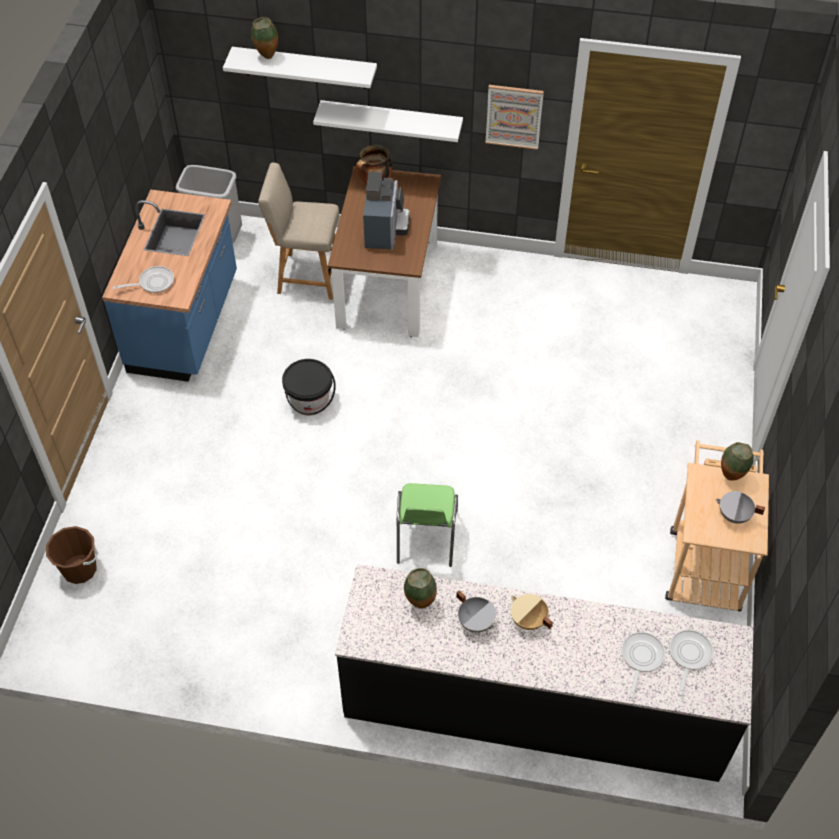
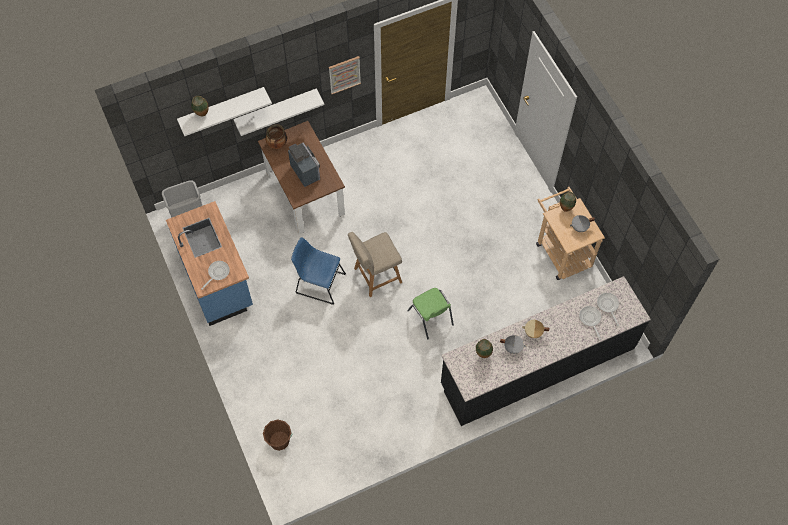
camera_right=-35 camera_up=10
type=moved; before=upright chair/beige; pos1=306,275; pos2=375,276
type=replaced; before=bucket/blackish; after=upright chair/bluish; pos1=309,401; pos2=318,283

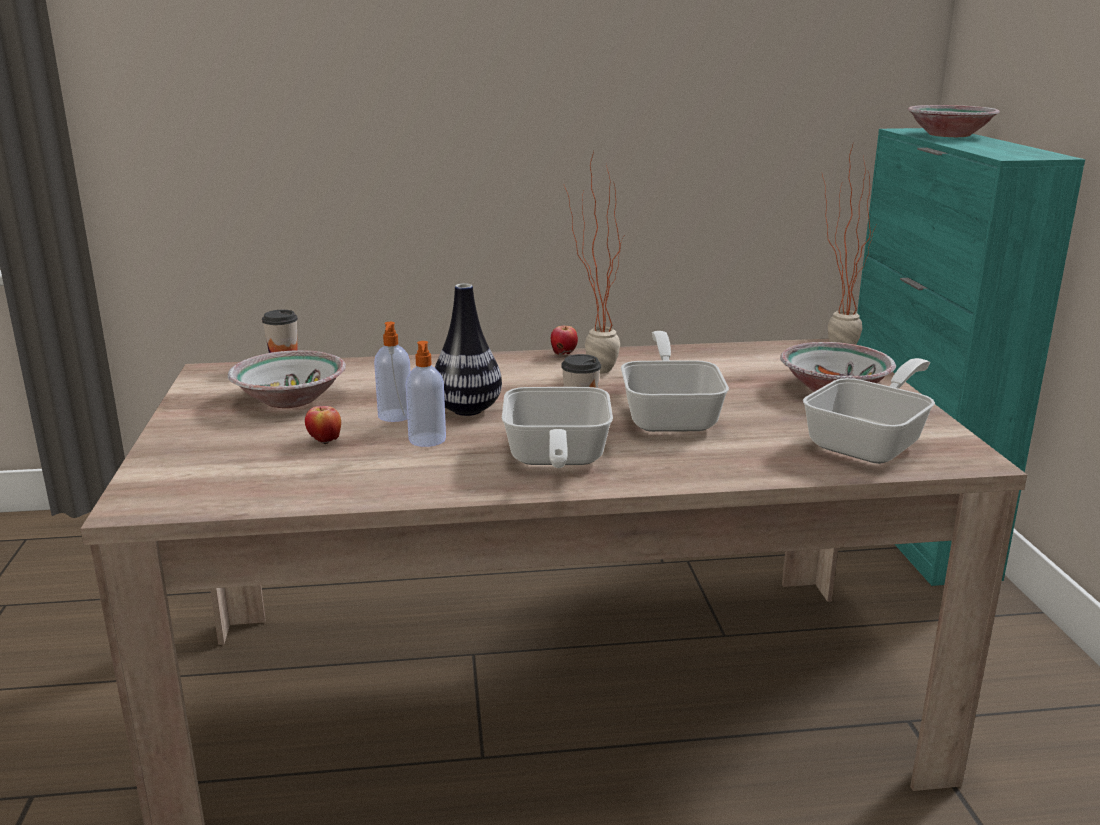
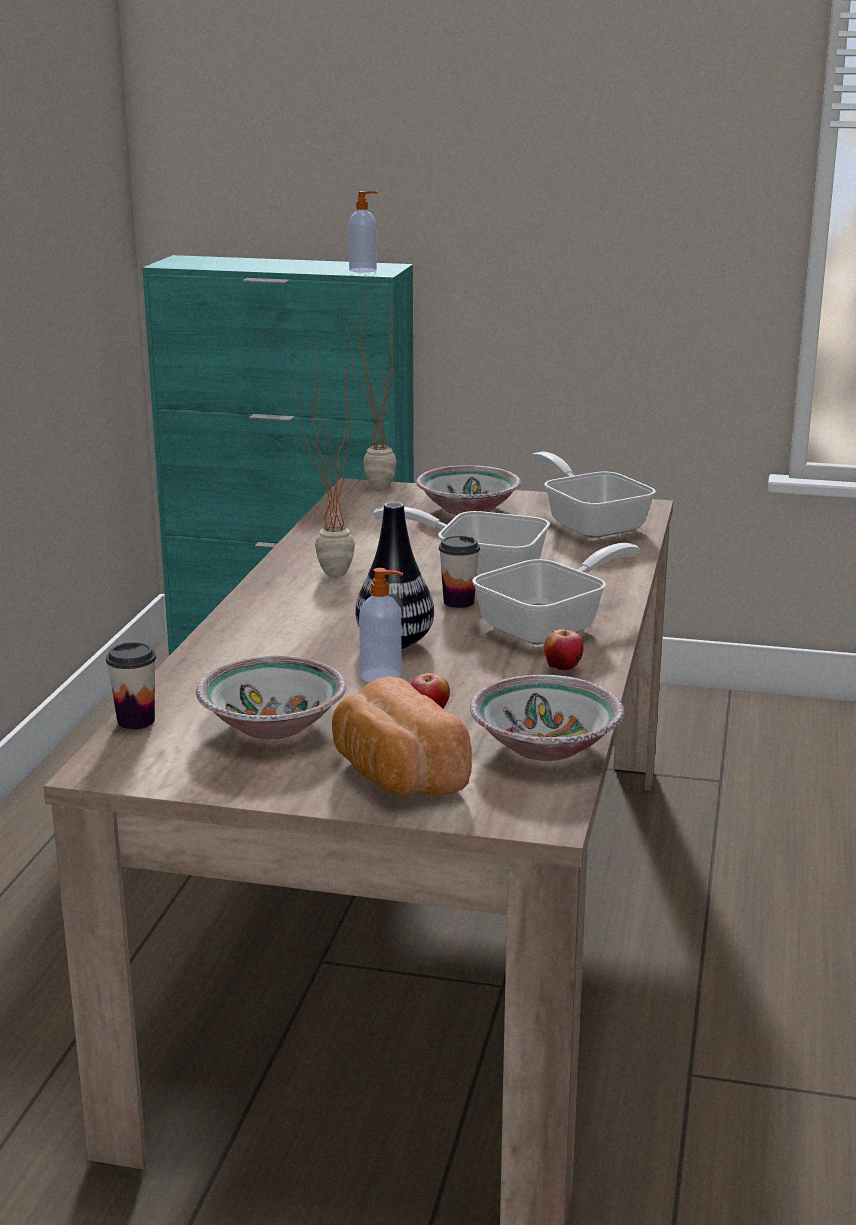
camera_right=-70 camera_up=0
type=moved; before=liquid soap bottle; pos1=427,440; pos2=364,270
type=turned; before=frying pan; pos1=555,460; pos2=551,625; turn=-60
type=moved; before=whole apple; pos1=564,354; pos2=563,668
type=moved; before=bowl; pos1=948,135; pos2=545,746
type=added; after=baked bread; pos2=394,775

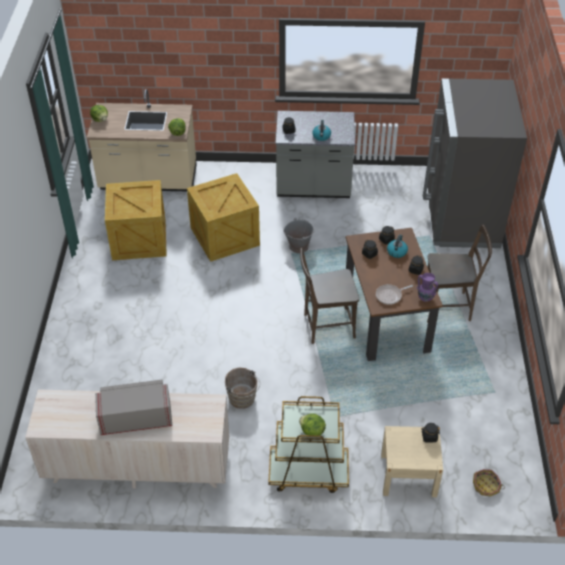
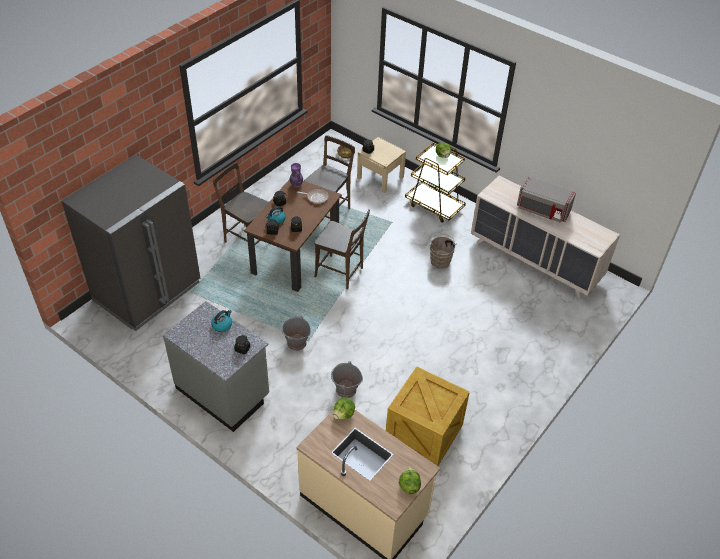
camera_right=-145 camera_up=0
type=replaced; before=crate; after=bucket/gray; pos1=225,235; pos2=346,390
type=added; after=upright chair/brown; pos2=329,211

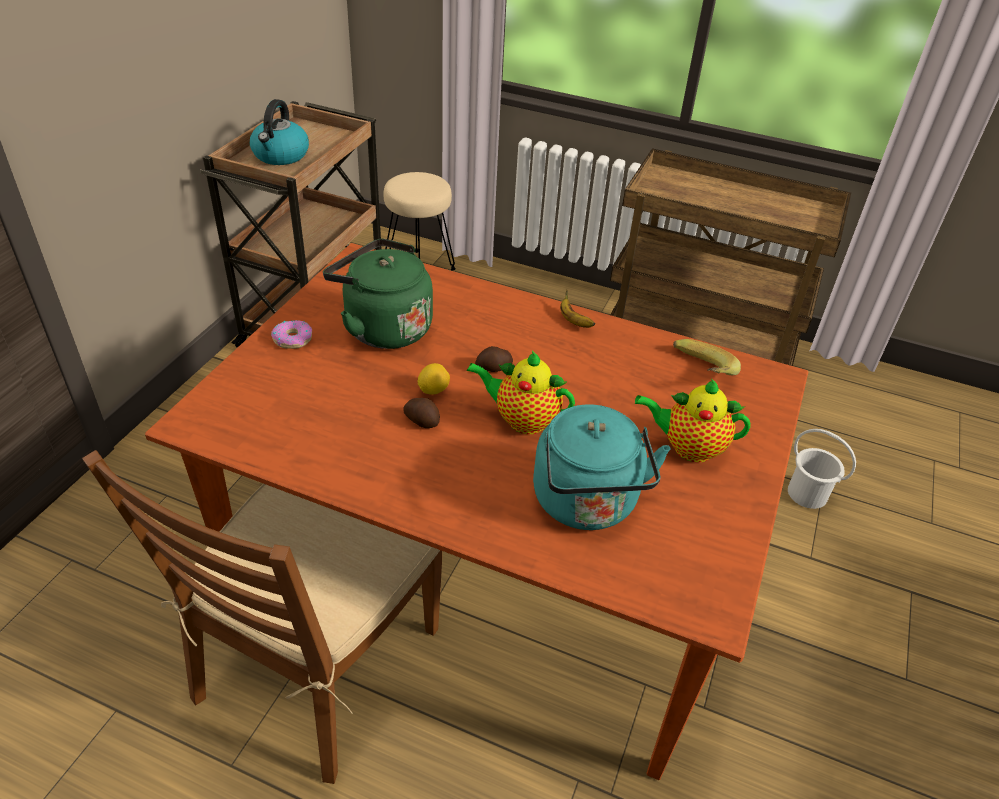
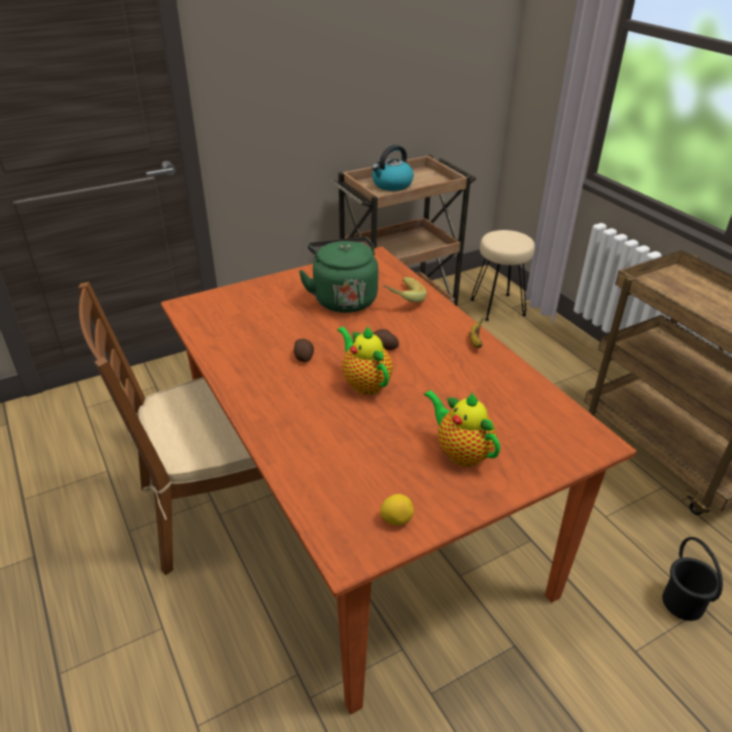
camera_right=40 camera_up=-5
type=removed; before=doughnut; pos1=293,339
type=moved; before=lemon; pos1=433,390; pos2=396,519
type=removed; before=tea kettle/blue-green; pos1=587,504
type=moved; before=banana fruit; pos1=699,374; pos2=401,299
type=recoloured; before=bucket/whitish; after=bucket/blackish; pos1=807,493; pos2=683,602

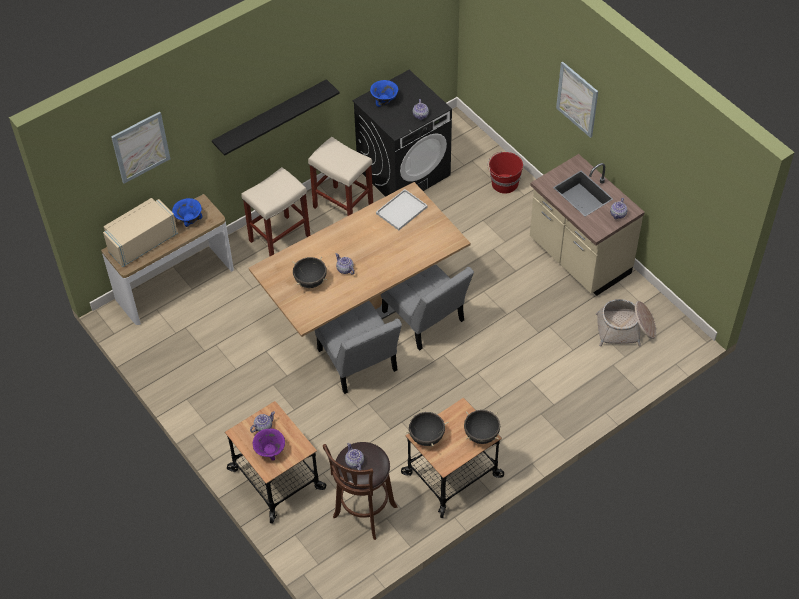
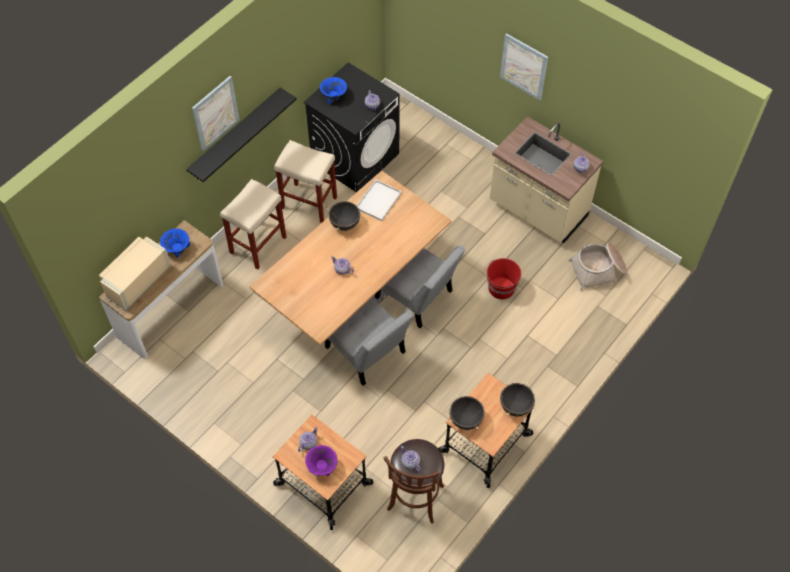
camera_right=-15 camera_up=5
type=moved; before=picture; pos1=140,147; pos2=215,113
type=moved; before=saucepot/blackish; pos1=310,281; pos2=344,224
type=moved; before=bucket/red; pos1=504,184; pos2=501,288

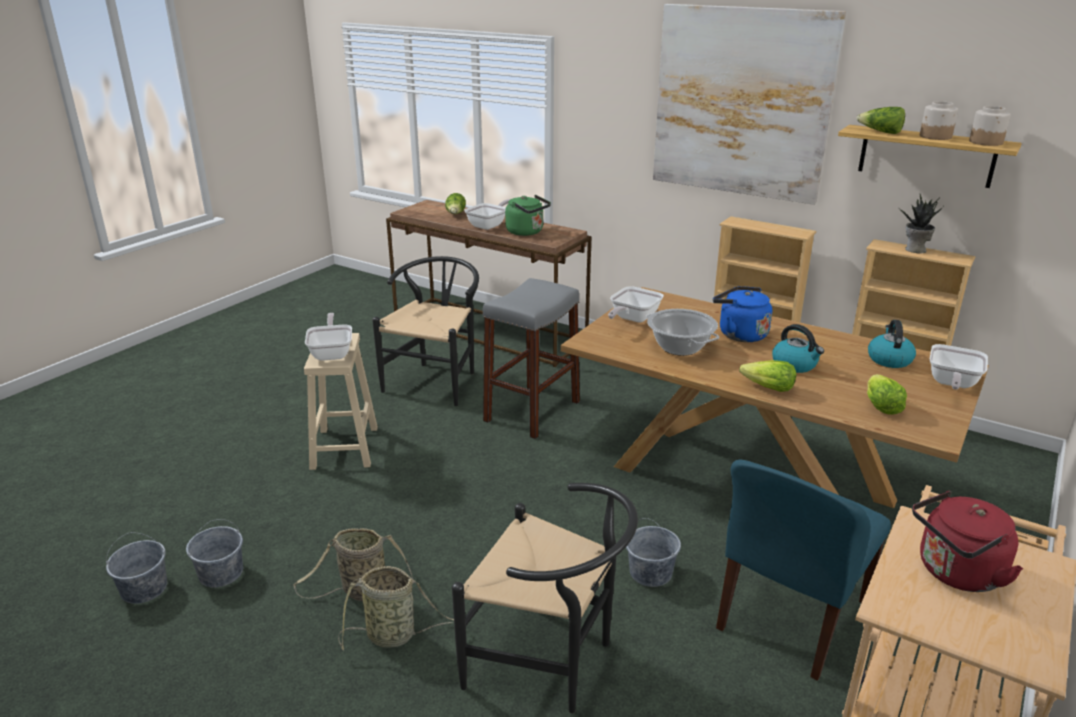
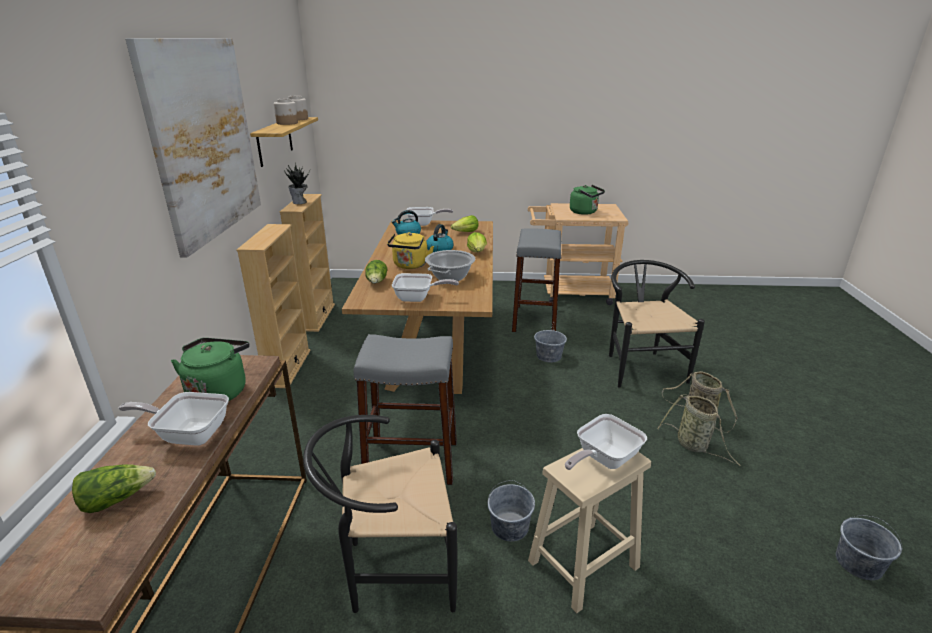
camera_right=-120 camera_up=0
type=moved; before=bucket/gray; pos1=221,573; pos2=509,526
type=recoloured; before=tea kettle/bluish; after=tea kettle/yellowish; pos1=739,334; pos2=410,266
type=replaced; before=upright chair/bluish; after=sitting stool/gray; pos1=790,617; pos2=534,320
type=moved; before=head of lettuce; pos1=880,132; pos2=377,282
type=recoloured; before=tea kettle/red; after=tea kettle/greenish; pos1=956,573; pos2=585,212

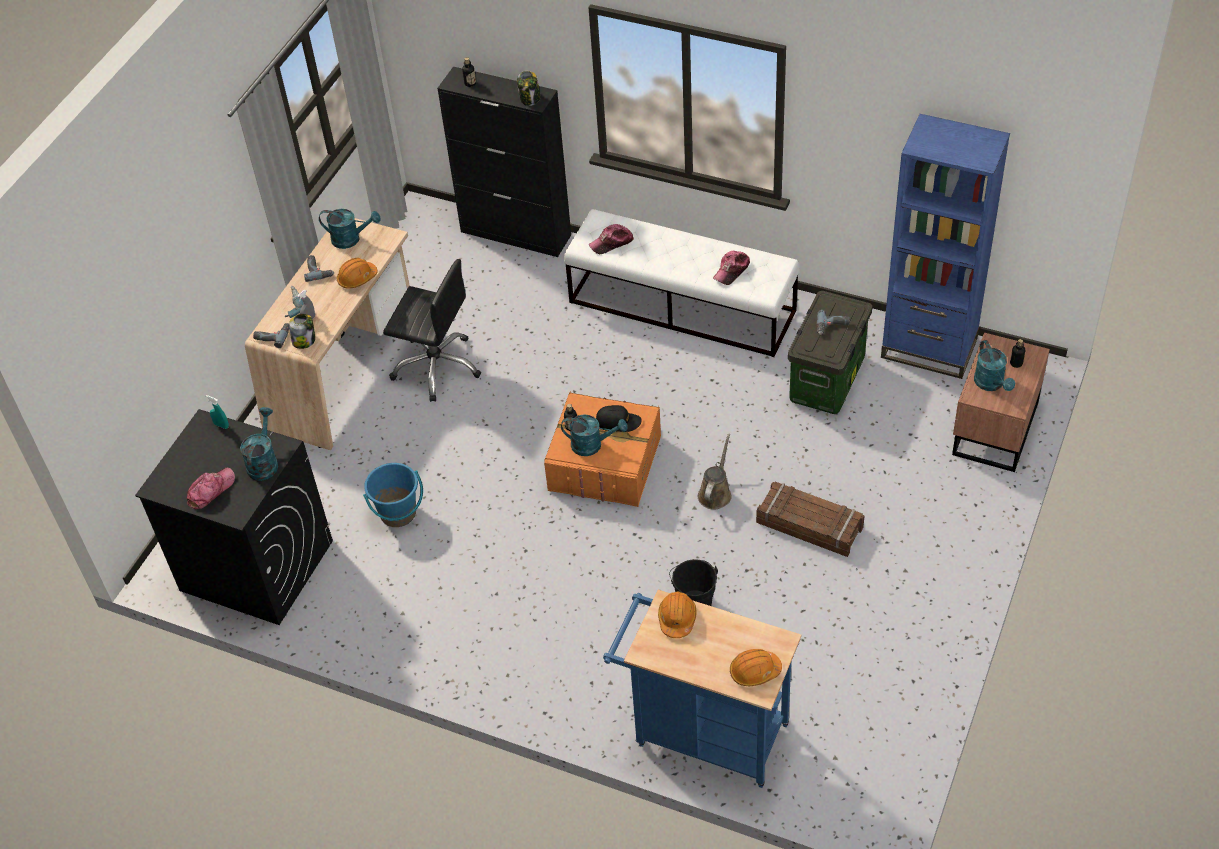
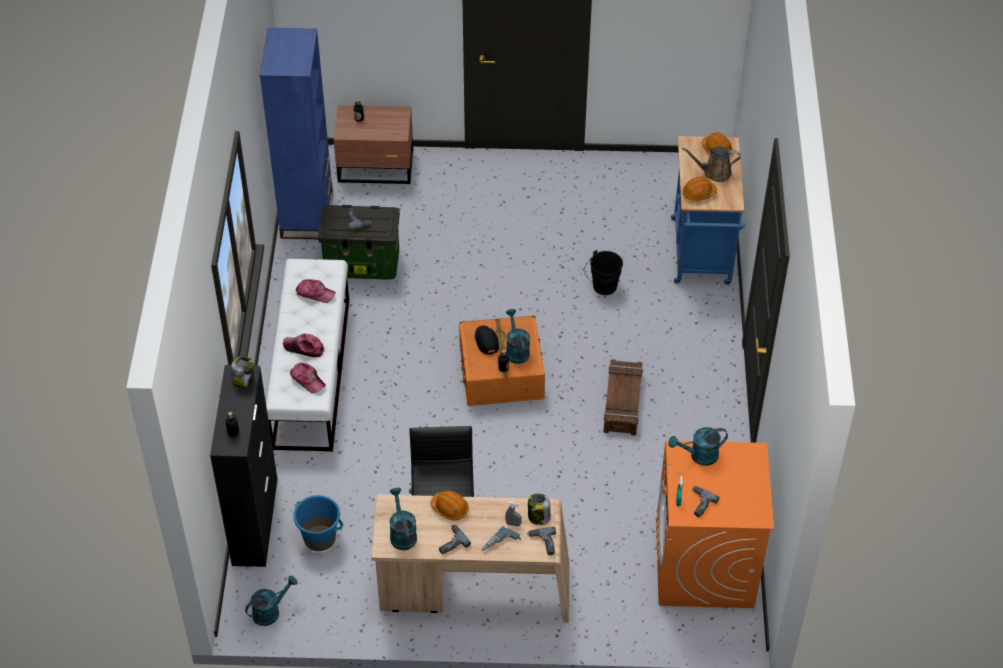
camera_right=-115 camera_up=0
type=recoloured; before=washing machine/blackish; after=washing machine/orange; pos1=255,565; pos2=704,565
type=moved; before=peaked cap; pos1=211,490; pos2=304,348
type=moved; before=bucket/bluish; pos1=398,513; pos2=320,538
type=moved; before=watering can/brown; pos1=715,493; pos2=714,172
type=moved; before=crate; pos1=809,525; pos2=622,402
type=moved; before=watering can/blue-green; pos1=991,384; pos2=270,611
type=added; after=drill; pos2=699,503

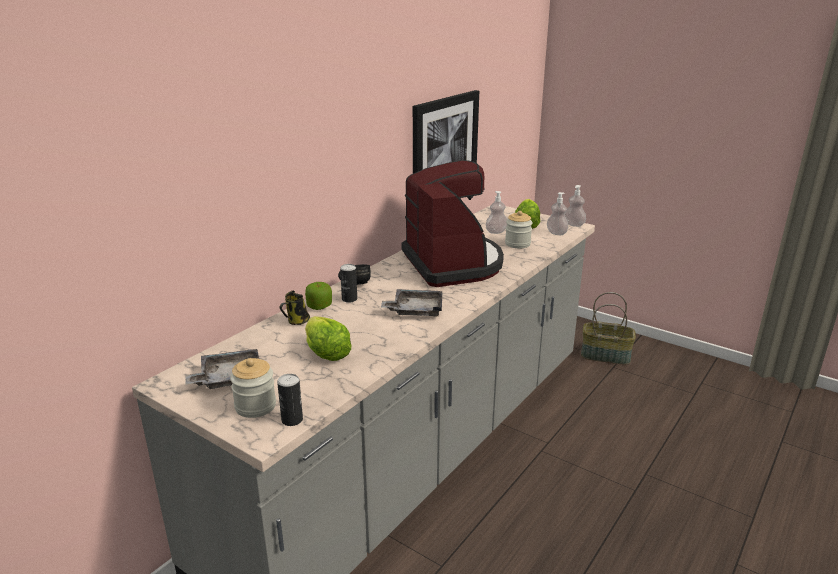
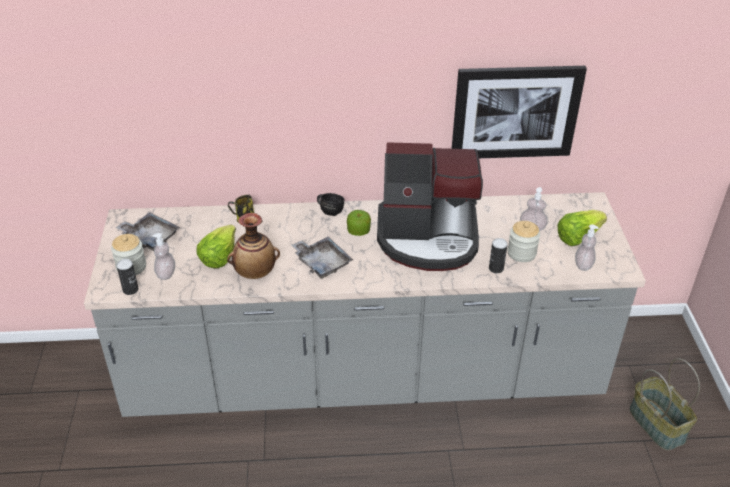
camera_right=50 camera_up=15
type=moved; before=whole apple; pos1=319,306; pos2=358,231
type=moved; before=metal can; pos1=349,299; pos2=496,268
type=turned; before=coffee brewer; pos1=453,264; pos2=428,238; turn=60
type=moved; before=liquid soap bottle; pos1=574,225; pos2=166,274
type=added; after=vase; pos2=255,273

